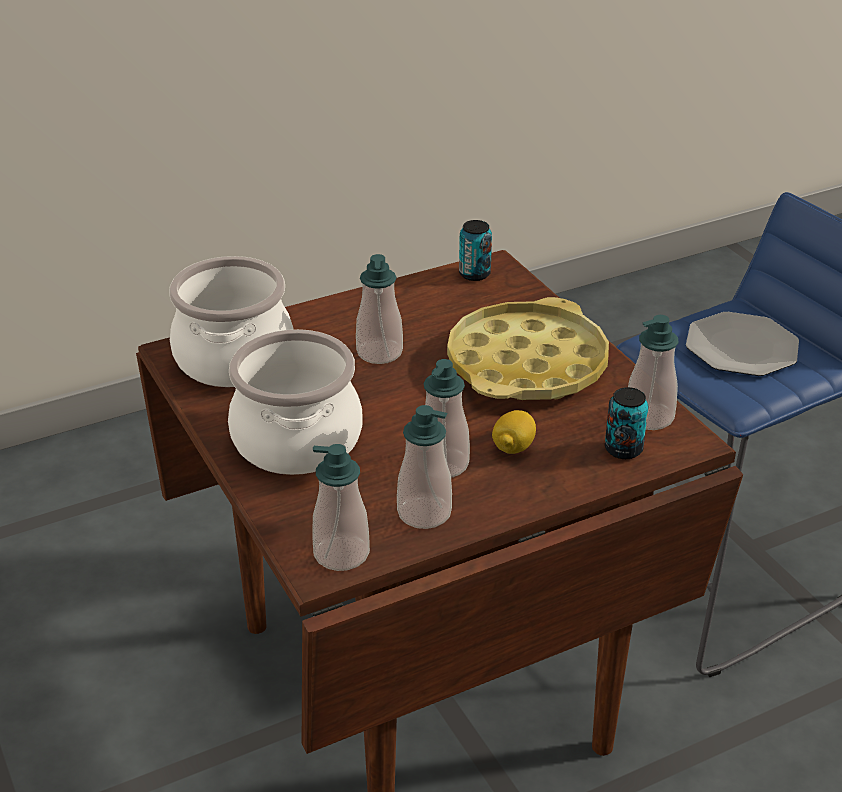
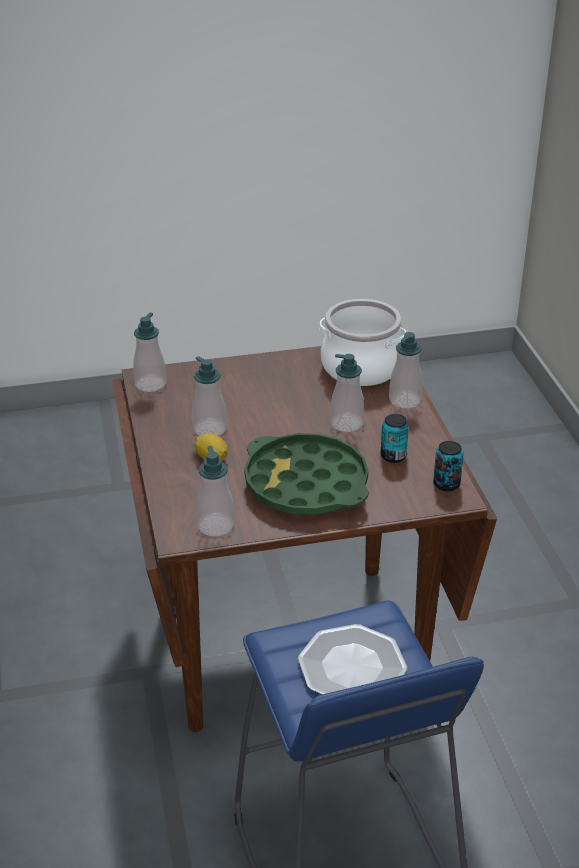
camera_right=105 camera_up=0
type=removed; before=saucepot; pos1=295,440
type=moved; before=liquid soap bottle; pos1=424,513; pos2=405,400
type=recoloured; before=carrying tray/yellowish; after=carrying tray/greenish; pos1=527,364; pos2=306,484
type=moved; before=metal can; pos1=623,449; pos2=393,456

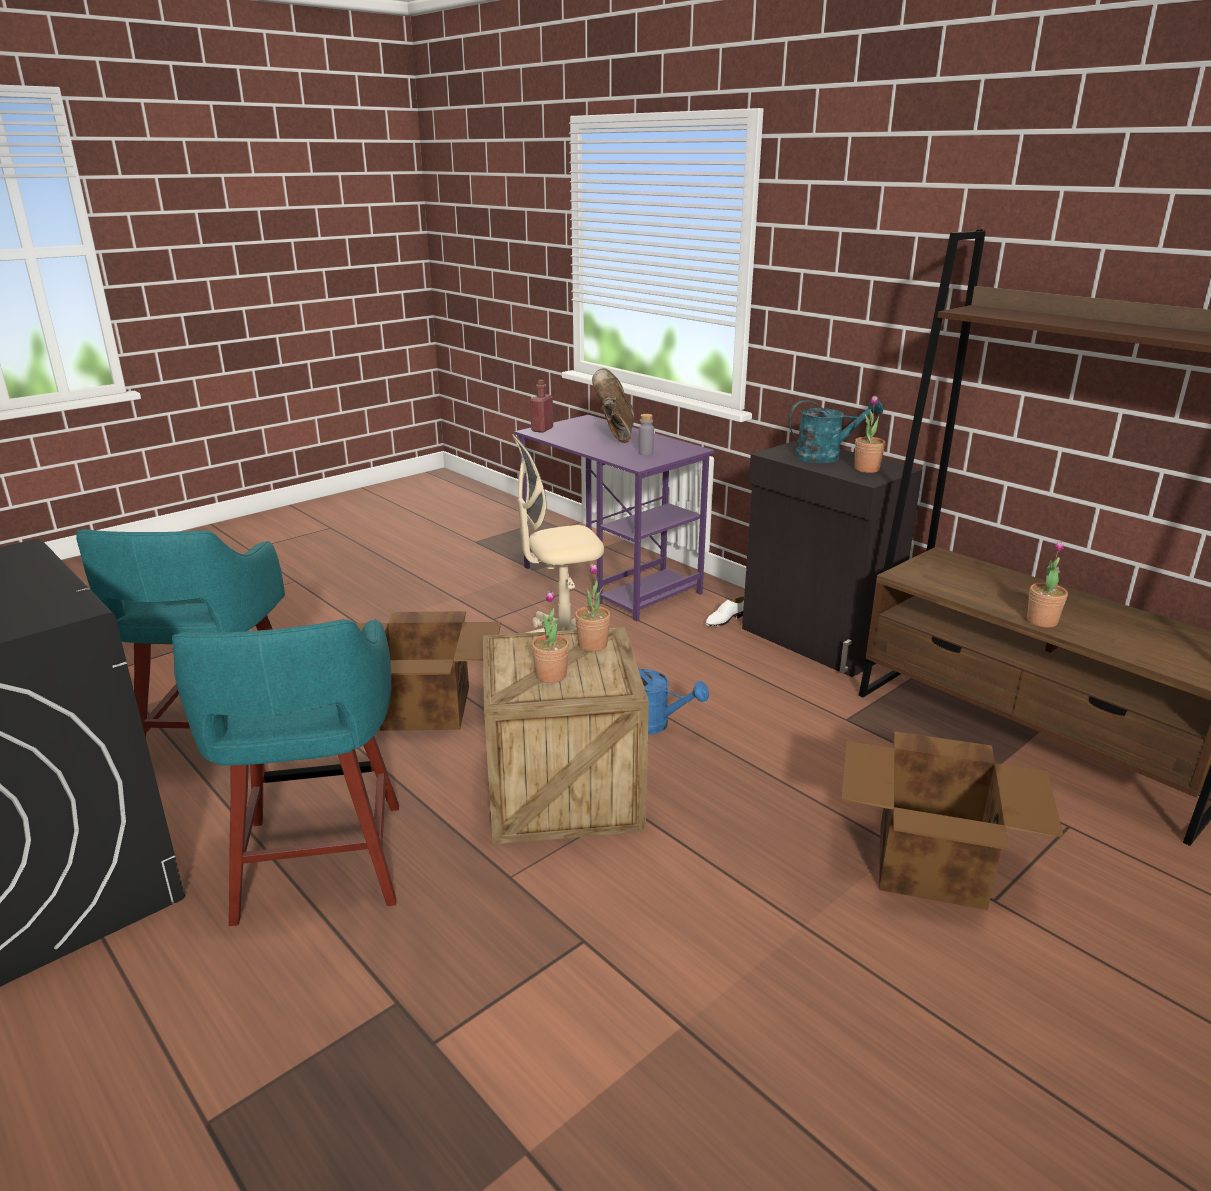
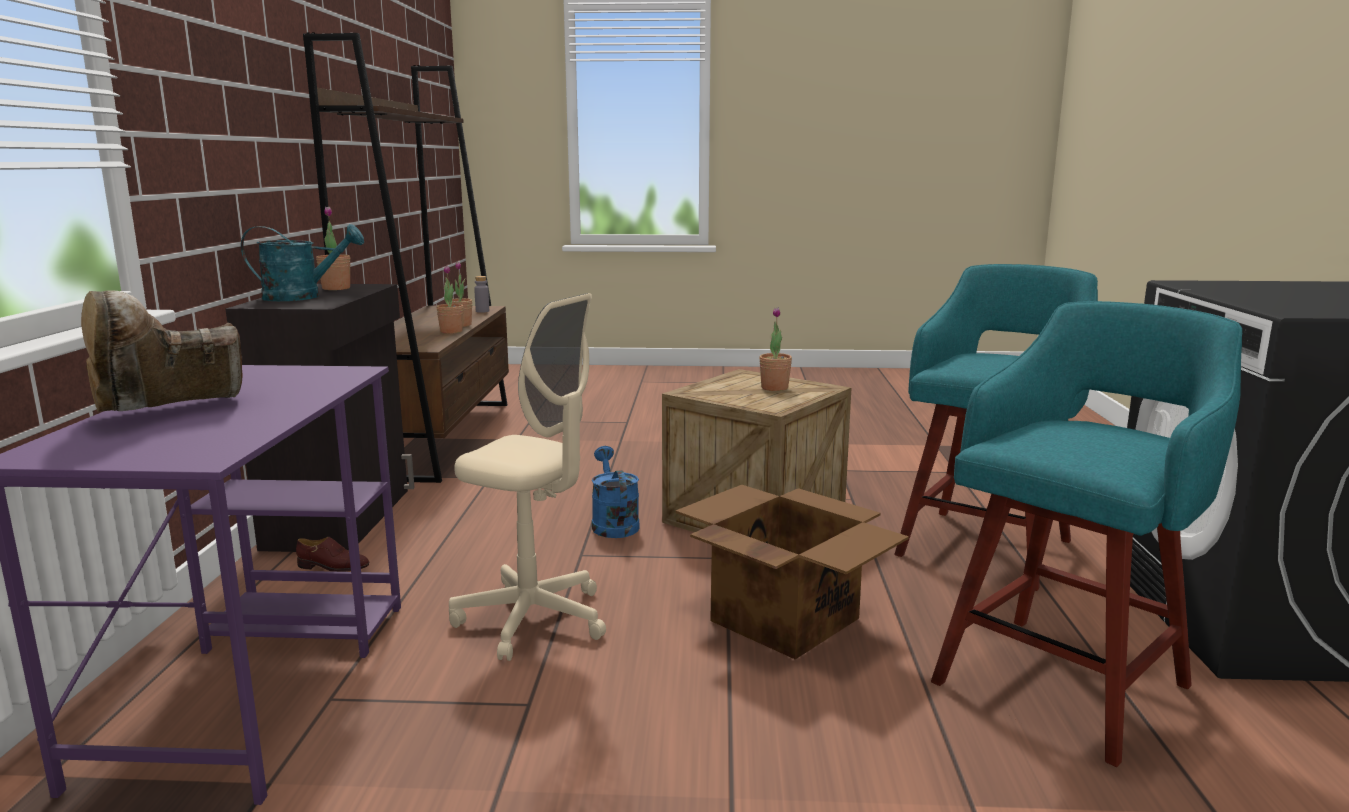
camera_right=-135 camera_up=-10
type=removed; before=drink bottle/red; pos1=542,429
type=moved; before=houseplant; pos1=592,644; pos2=451,331
type=moved; before=drink bottle/gray; pos1=645,453; pos2=482,311
type=recoloured; before=item of footwear/whitish; after=item of footwear/brown; pos1=724,620; pos2=333,567
type=turned; before=watering can/blue-green; pos1=826,456; pos2=303,297; turn=135
type=removed; before=packing box; pos1=933,865

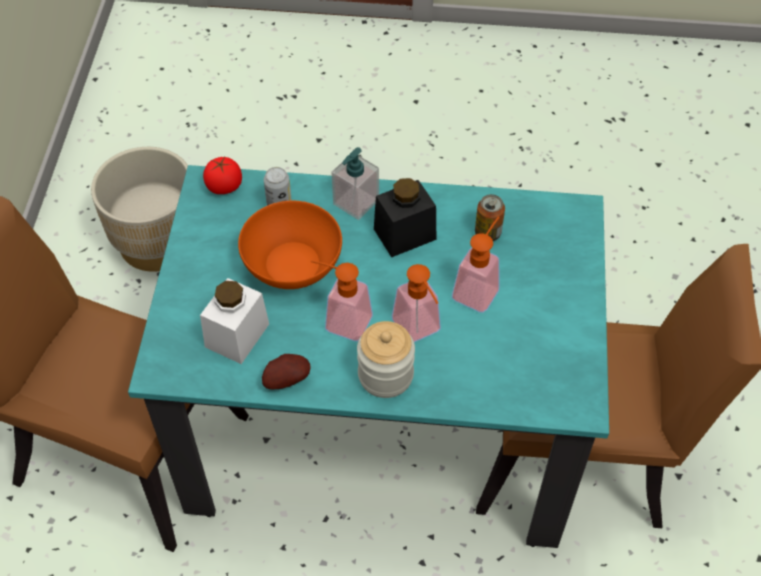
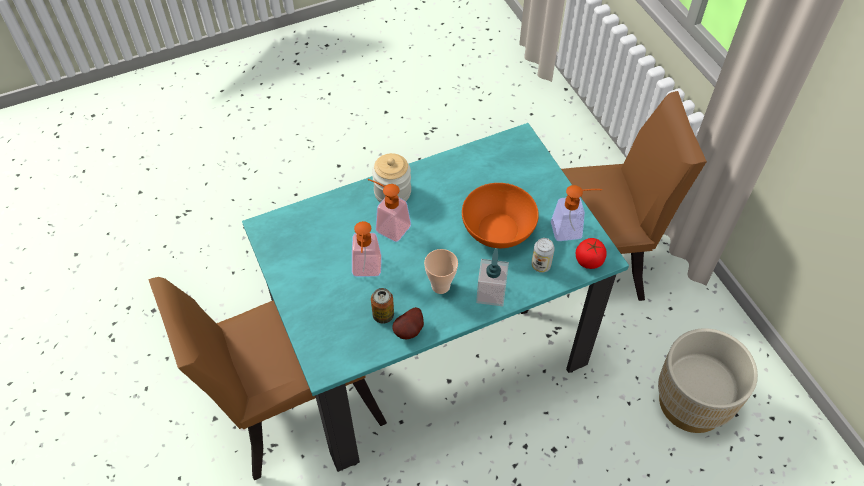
camera_right=150 camera_up=0
type=removed; before=jar/whitish; pos1=237,335
type=moved; before=spud; pos1=286,379; pos2=410,331
type=moved; before=liquid soap bottle; pos1=340,320; pos2=572,229
type=replaced; before=jar/blackish; after=small cup; pos1=404,234; pos2=440,286

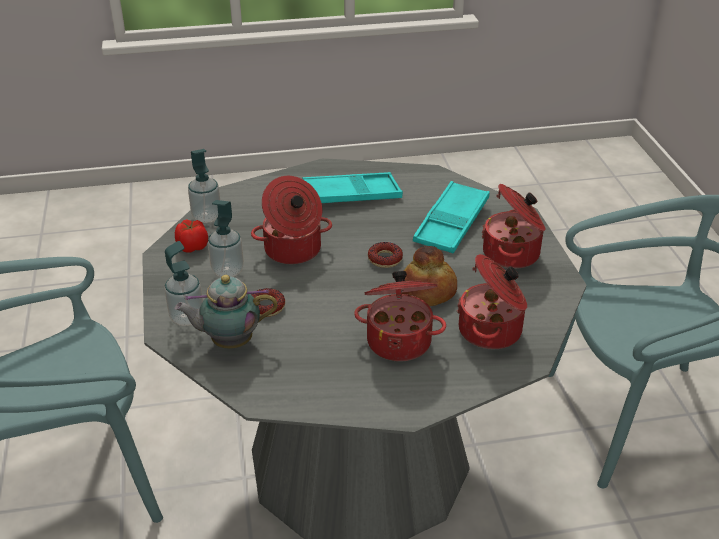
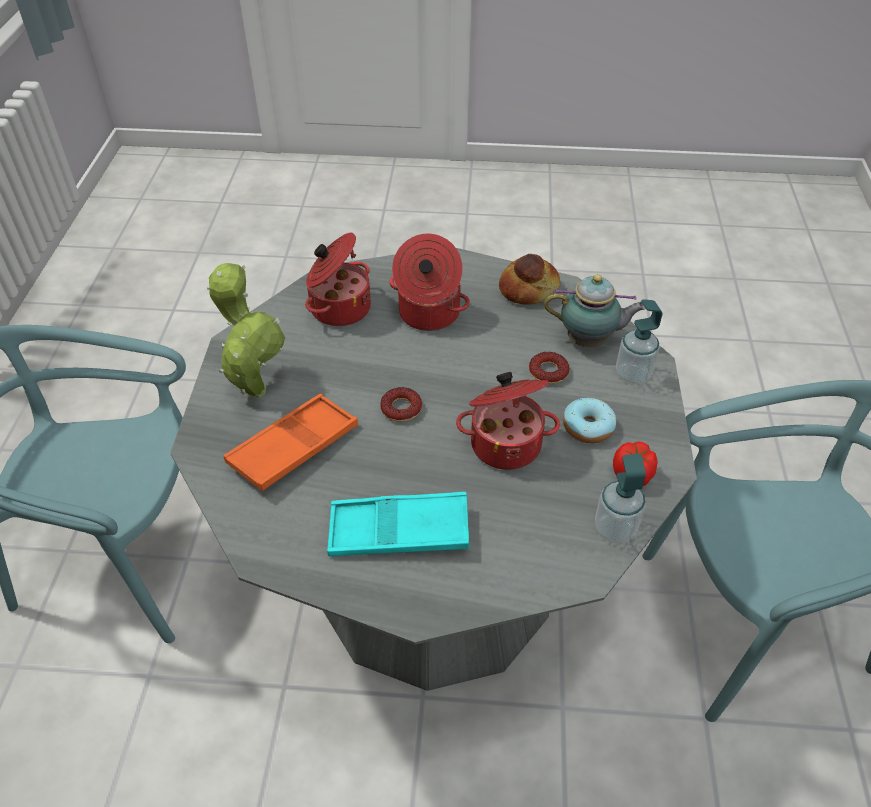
camera_right=-165 camera_up=10
type=replaced; before=liquid soap bottle; after=doughnut; pos1=227,271; pos2=588,427
type=moved; before=baked bread; pos1=426,291; pos2=528,289
type=recoloured; before=carrying tray/blue-green; after=carrying tray/orange; pos1=451,223; pos2=294,447
type=replaced; before=saucepot; after=houseplant; pos1=513,254; pos2=255,387

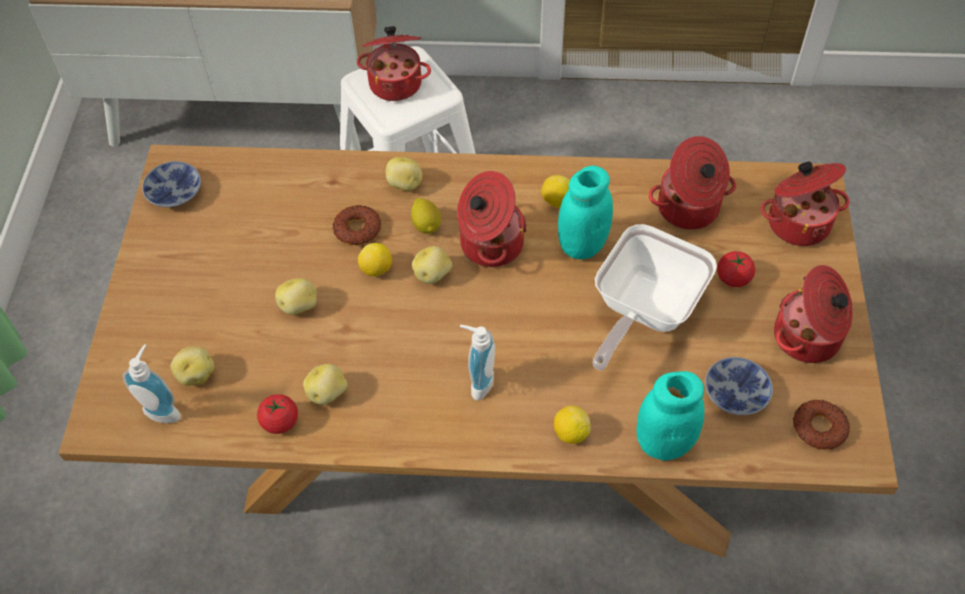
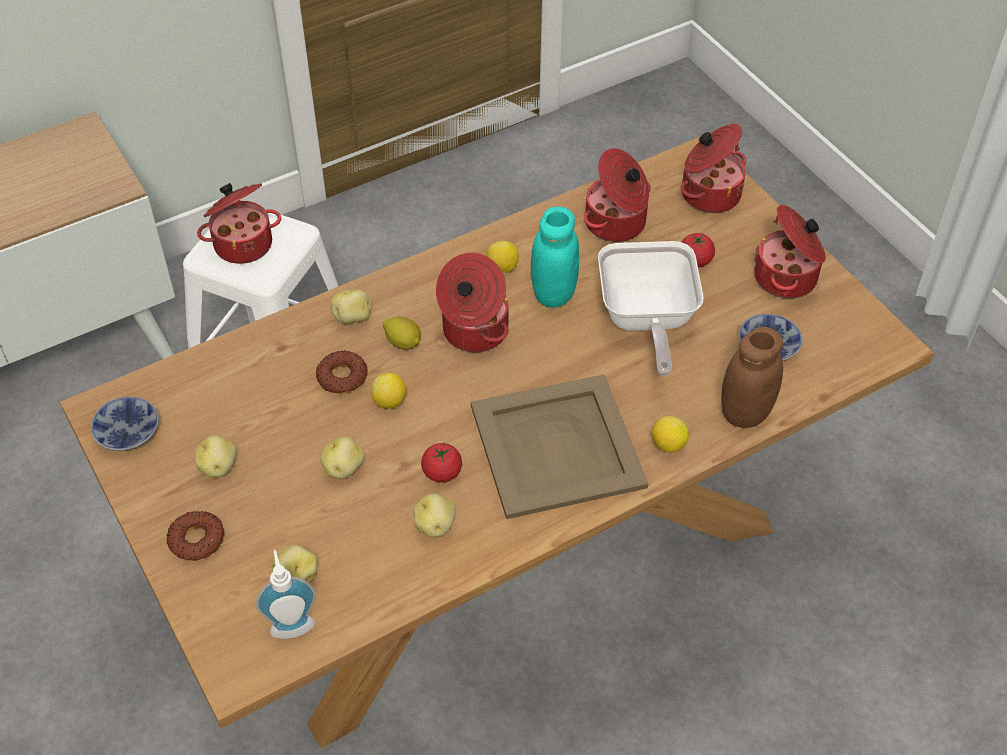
camera_right=-35 camera_up=-5
type=moved; before=fresh tomato; pos1=280,421; pos2=442,472
type=moved; before=spud; pos1=433,274; pos2=219,467
type=replaced; before=liquid soap bottle; after=carrying tray/beige; pos1=477,382; pos2=558,447
type=recoloured; before=jar/blue-green; after=jar/brown; pos1=663,443; pos2=745,413
type=moved; before=doughnut; pos1=819,428; pos2=196,540

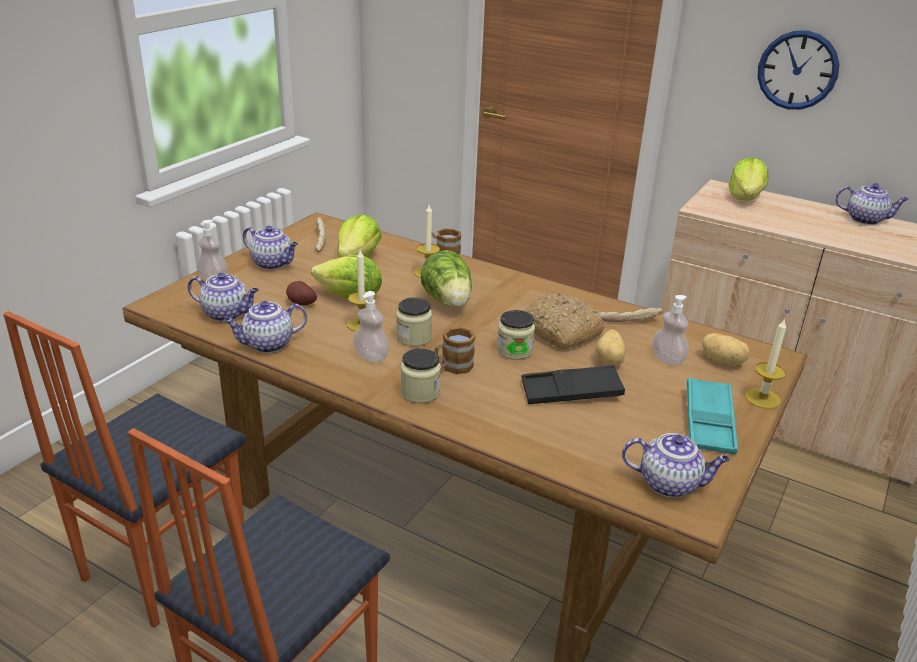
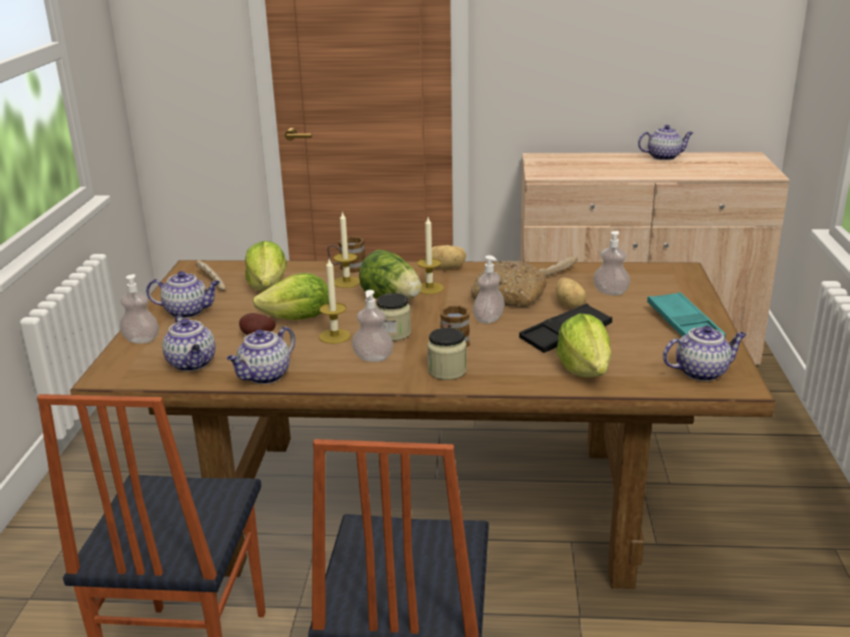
camera_right=-25 camera_up=-5
type=turned; before=pot for tea; pos1=227,314; pos2=192,364; turn=75
type=replaced; before=jar; after=liquid soap bottle; pos1=514,350; pos2=488,319
type=moved; before=spud; pos1=722,361; pos2=446,268
type=moved; before=head of lettuce; pos1=745,198; pos2=584,369
type=moved; before=candle; pos1=762,398; pos2=429,288
type=removed; before=clock on the wall; pos1=797,70

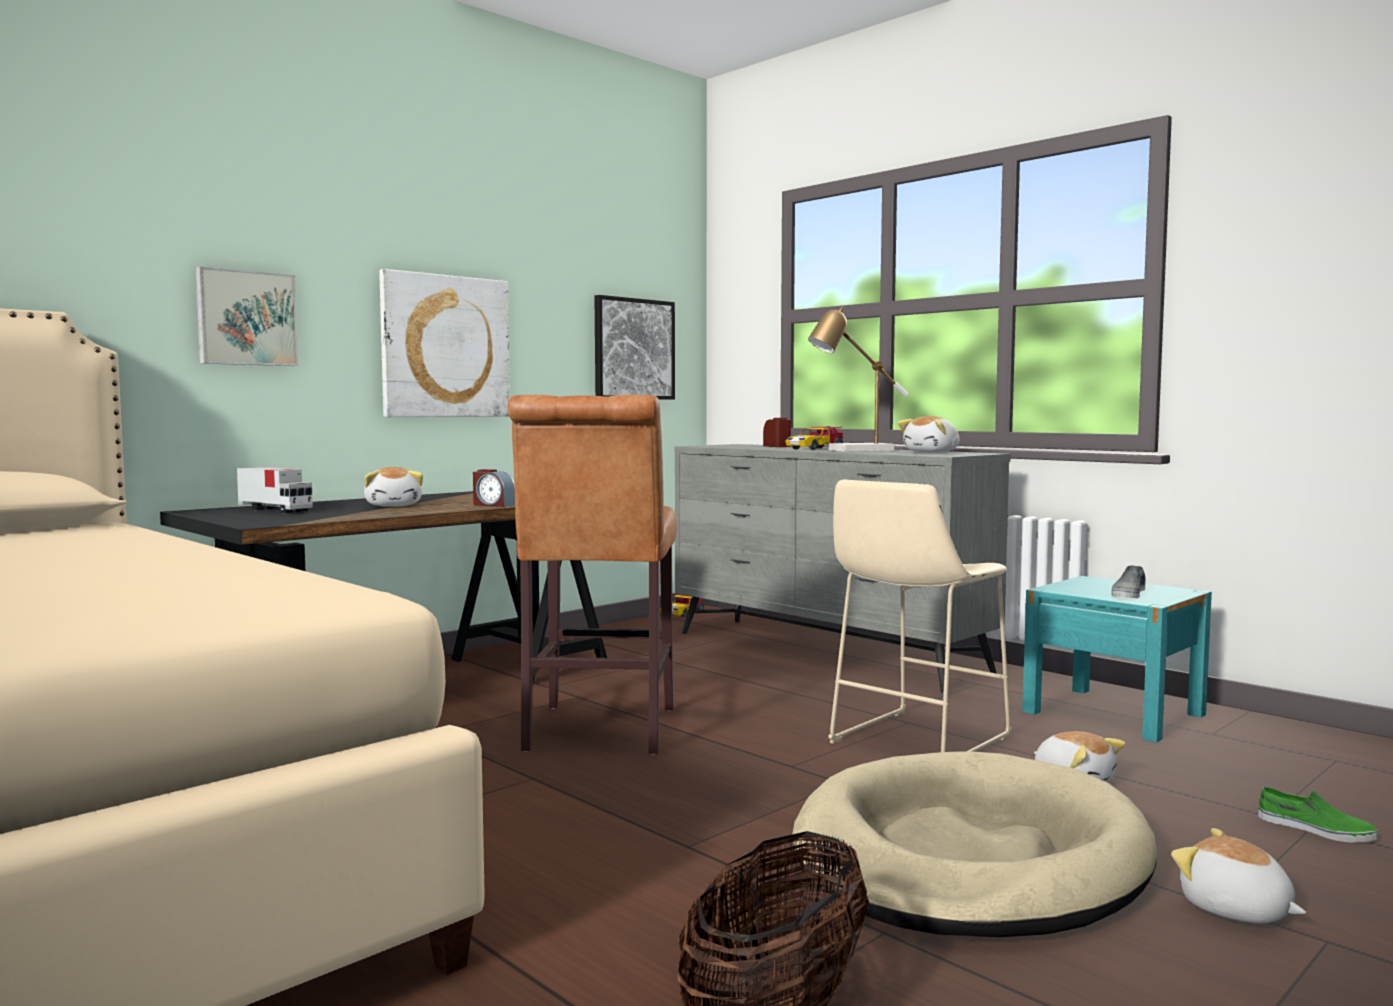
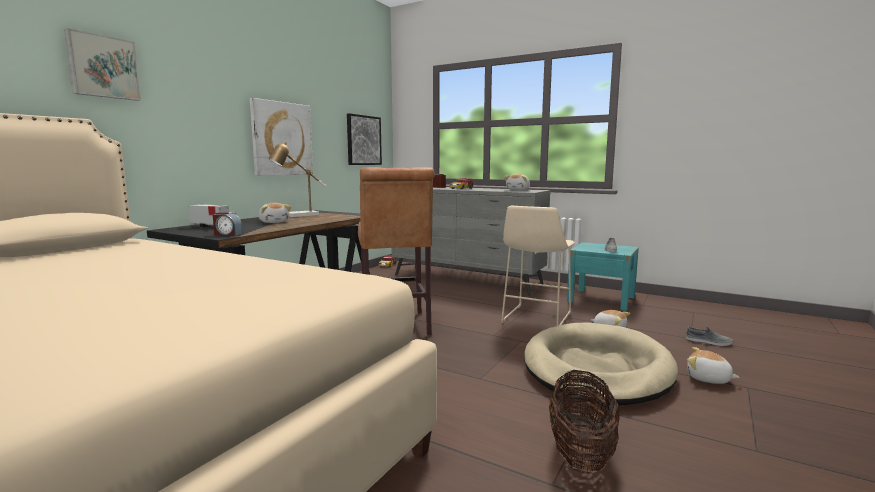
camera_right=-15 camera_up=5
type=moved; before=picture; pos1=246,318; pos2=103,67
type=moved; before=table clock; pos1=493,505; pos2=227,234
type=moved; before=tabletop lamp; pos1=854,450; pos2=298,215
type=recoloured; before=item of footwear/greenish; after=item of footwear/gray; pos1=1315,829; pos2=708,341

